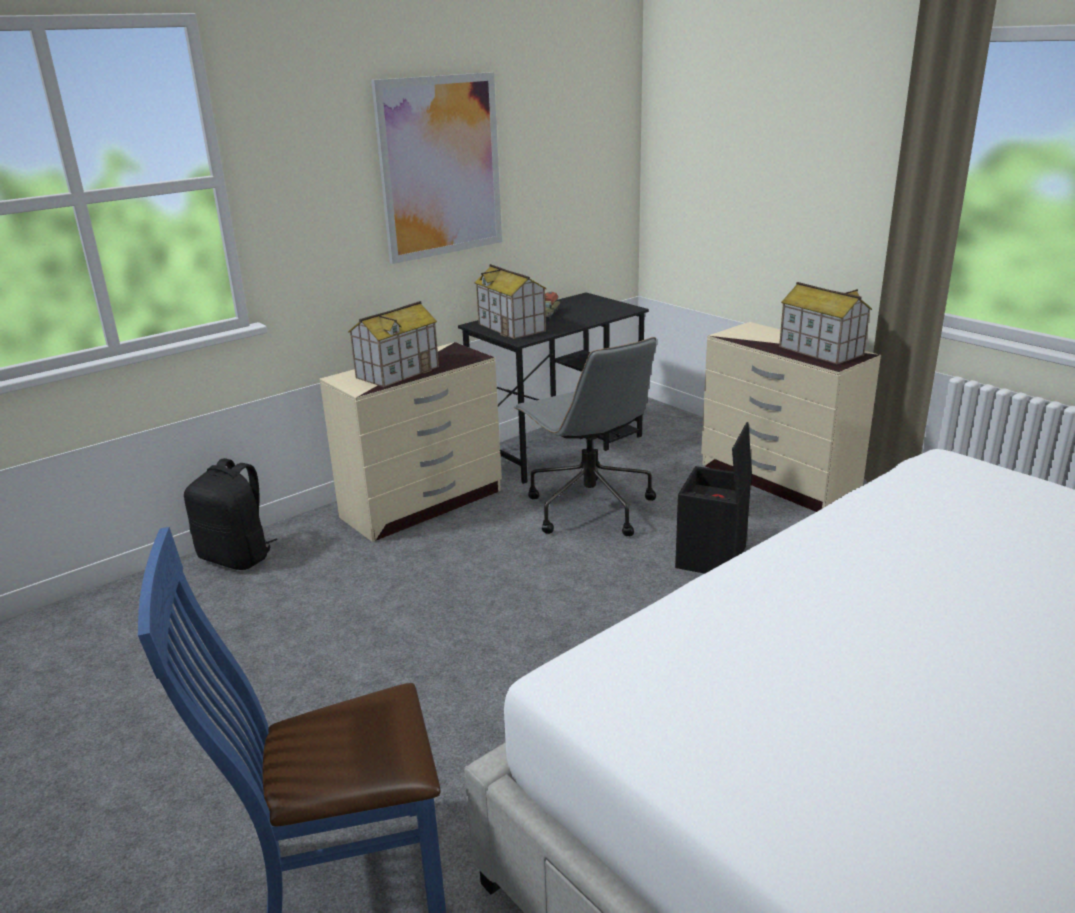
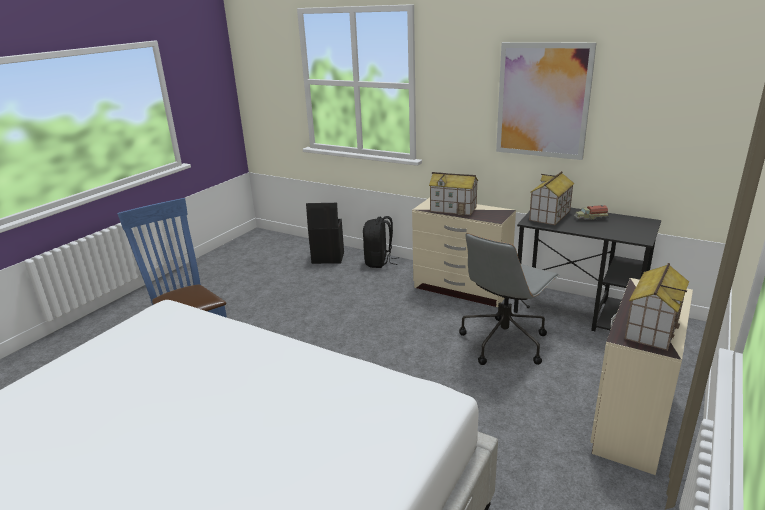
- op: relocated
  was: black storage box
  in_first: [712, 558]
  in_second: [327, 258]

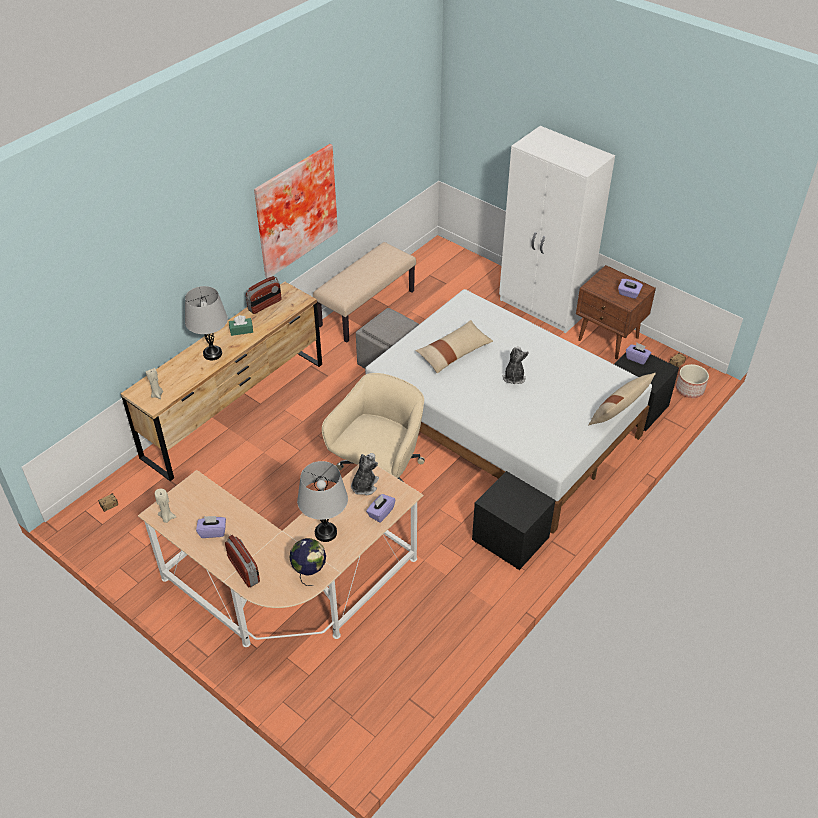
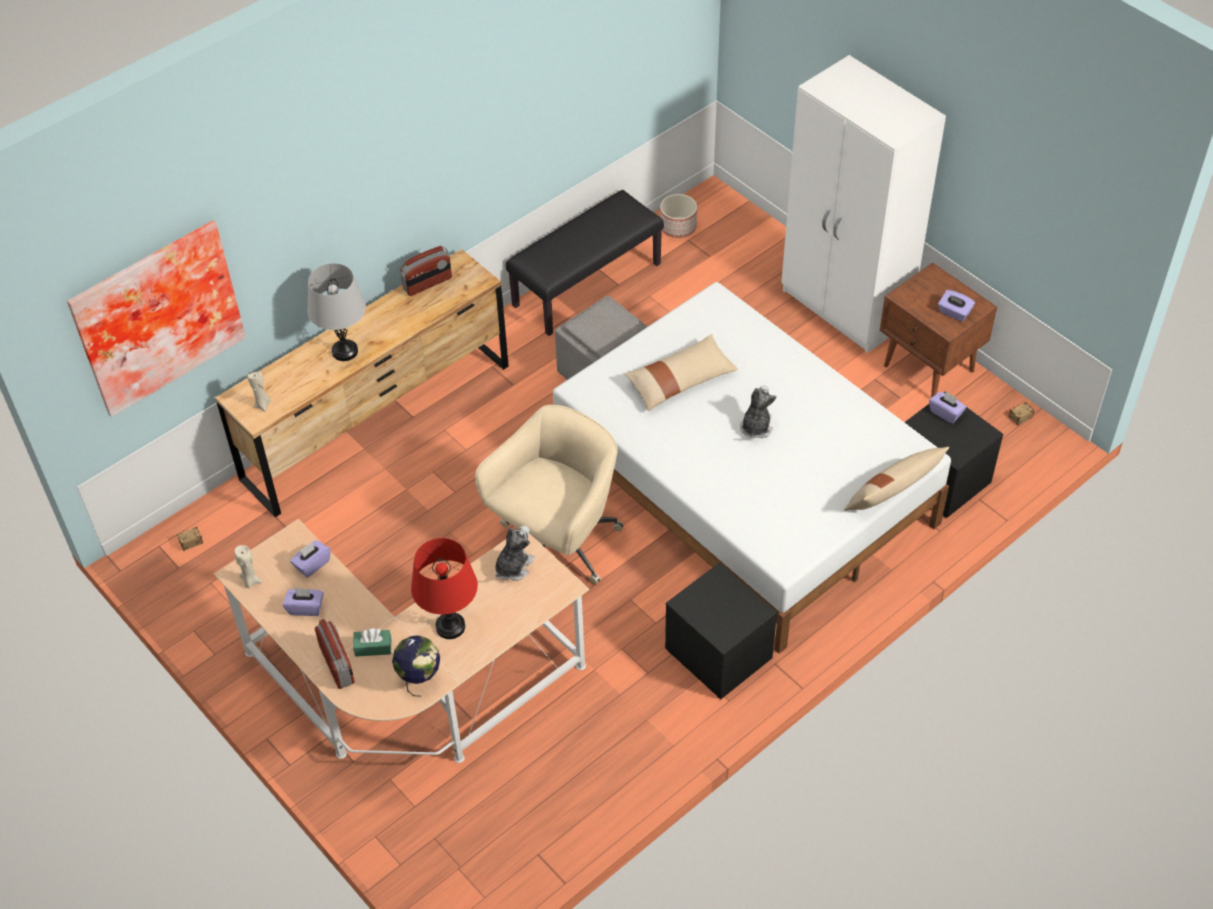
- op: relocated
  was: green tissue box
  in_first: [241, 330]
  in_second: [373, 647]
- op: relocated
  was: picture
  in_first: [294, 209]
  in_second: [156, 315]
- op: colour
  was: grey table lamp
  now: red table lamp
  in_first: [325, 533]
  in_second: [450, 627]
- op: colour
  was: beige bench
  now: black bench
  in_first: [366, 308]
  in_second: [586, 284]
- op: relocated
  was: purple tissue box
  in_first: [380, 513]
  in_second: [312, 564]
- op: relocated
  was: planter
  in_first: [690, 389]
  in_second: [678, 227]

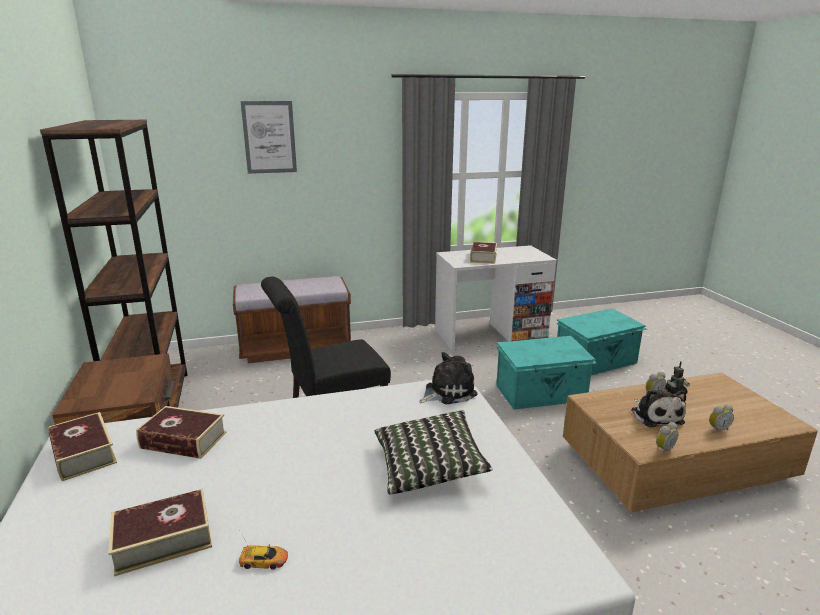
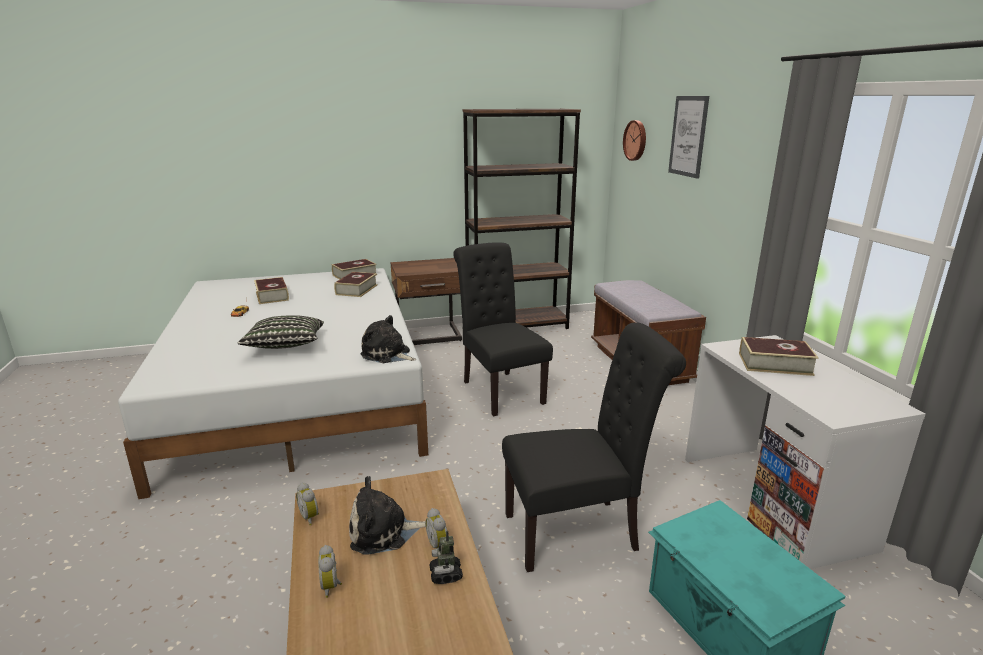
- op: spun
  was: plush toy
  in_first: [447, 392]
  in_second: [387, 354]
  clockwise: 150
- op: exchanged
  was: turquoise storage box
  now: black chair
  in_first: [541, 393]
  in_second: [579, 531]
- op: appeared
  now: wall clock
  in_second: [636, 140]

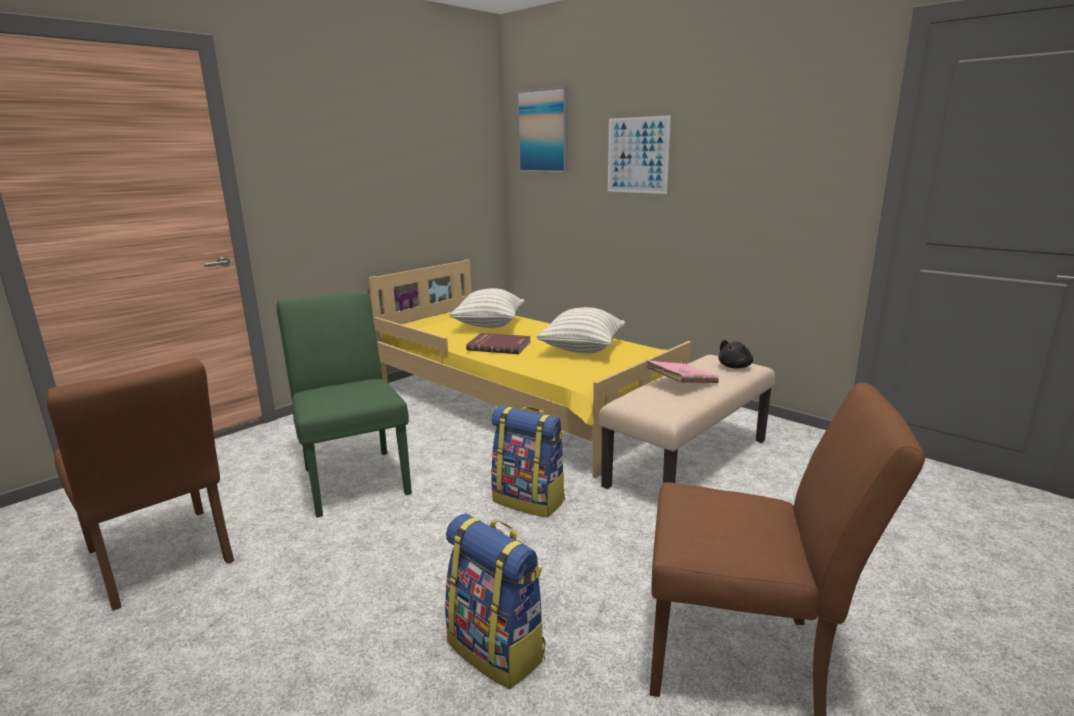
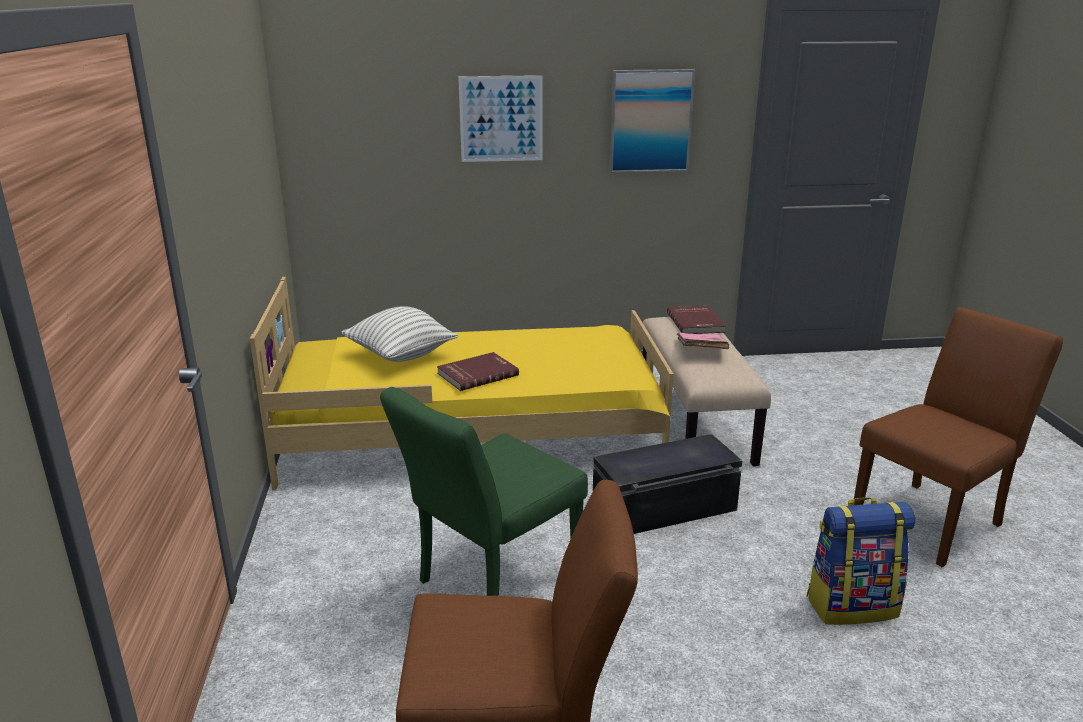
- op: spun
  was: green chair
  in_first: [354, 476]
  in_second: [490, 582]
  clockwise: -60
- op: exchanged
  was: backpack
  now: black storage box
  in_first: [530, 500]
  in_second: [665, 509]
- op: relocated
  was: picture
  in_first: [544, 131]
  in_second: [650, 121]
- op: missing
  was: pillow
  in_first: [582, 350]
- op: exchanged
  was: black plush toy
  now: red book
  in_first: [735, 366]
  in_second: [696, 322]

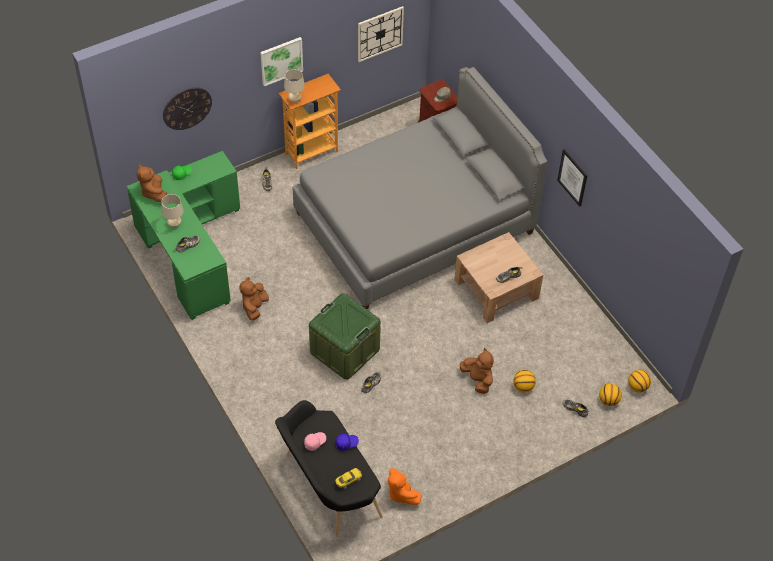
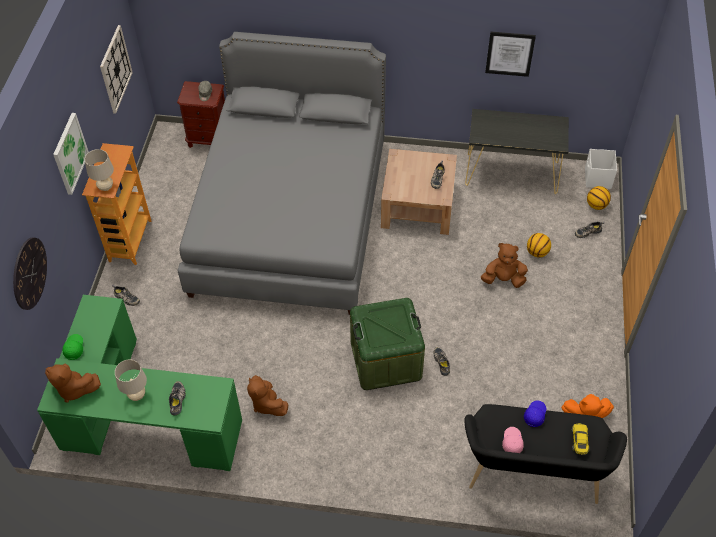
- op: relocated
  was: picture
  in_first: [572, 177]
  in_second: [509, 53]
- op: exchanged
  was: basketball
  now: white storage box
  in_first: [637, 387]
  in_second: [597, 179]
- op: appeared
  now: black console table
  in_second: [512, 173]

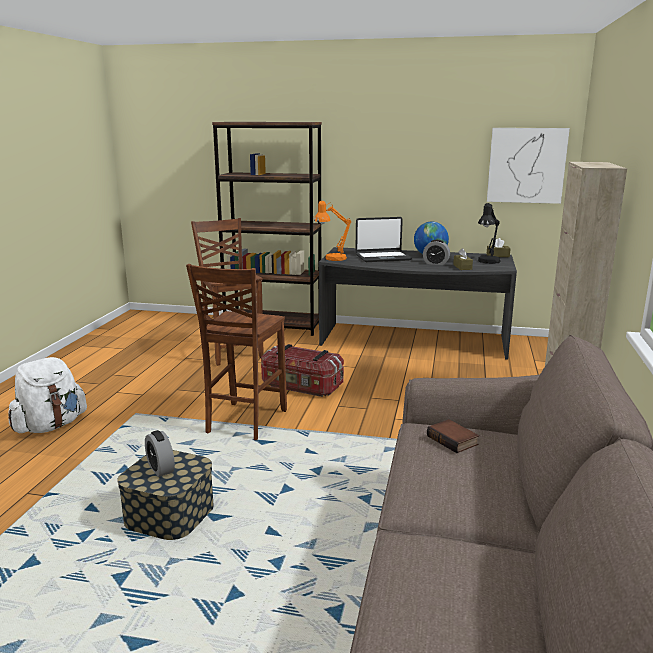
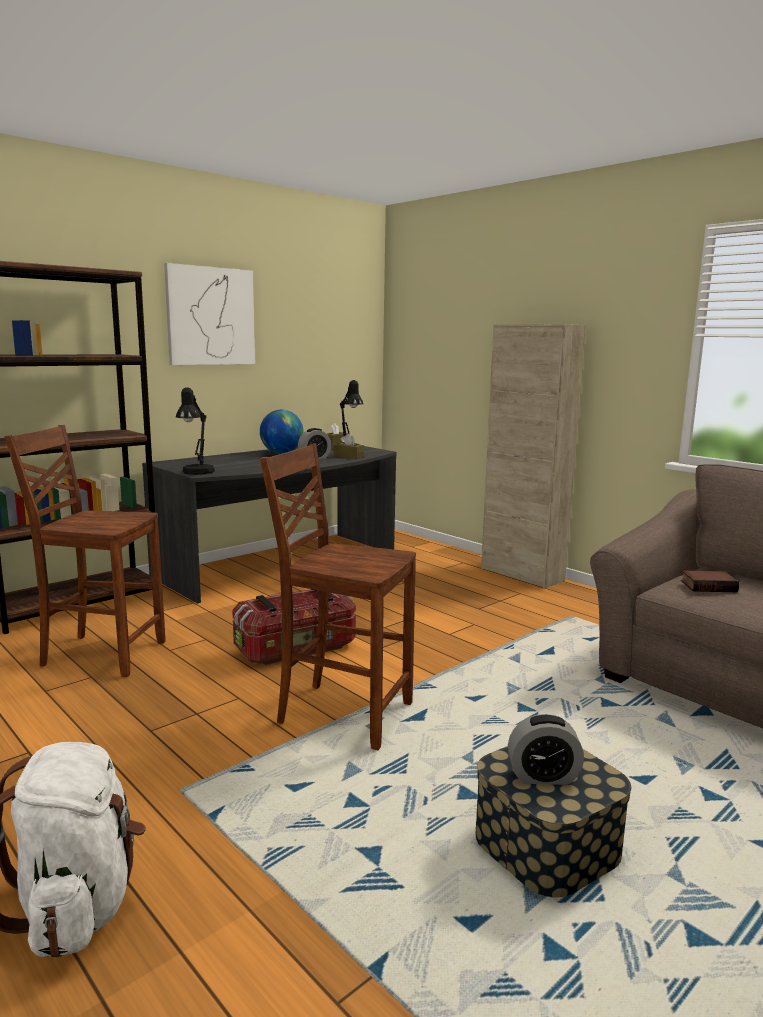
- op: spun
  was: brown chair
  in_first: [244, 422]
  in_second: [342, 713]
  clockwise: 150
- op: colour
  was: orange table lamp
  now: black table lamp
  in_first: [331, 259]
  in_second: [196, 473]
- op: missing
  was: laptop
  in_first: [382, 257]
- op: relocated
  was: picture
  in_first: [526, 165]
  in_second: [210, 316]

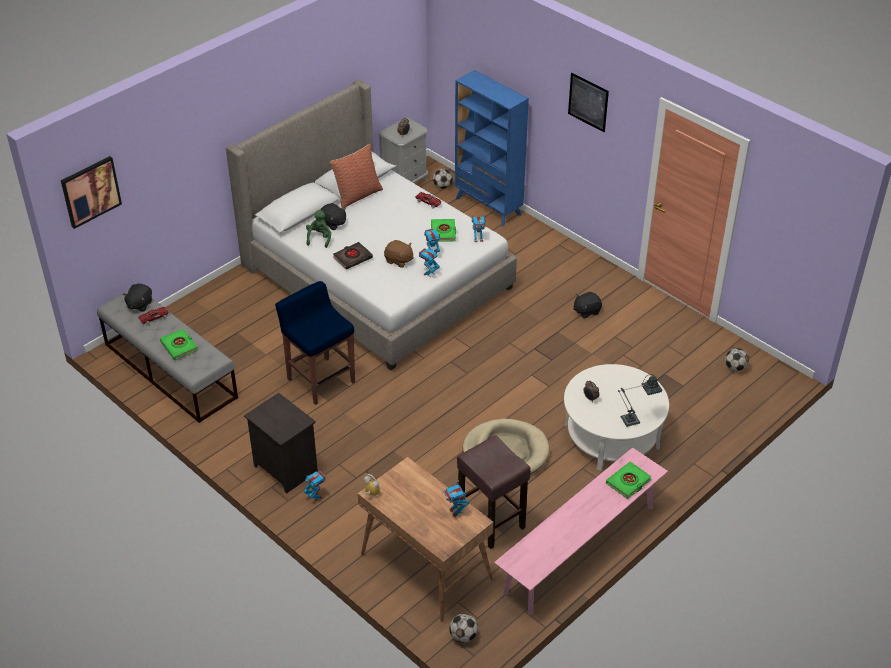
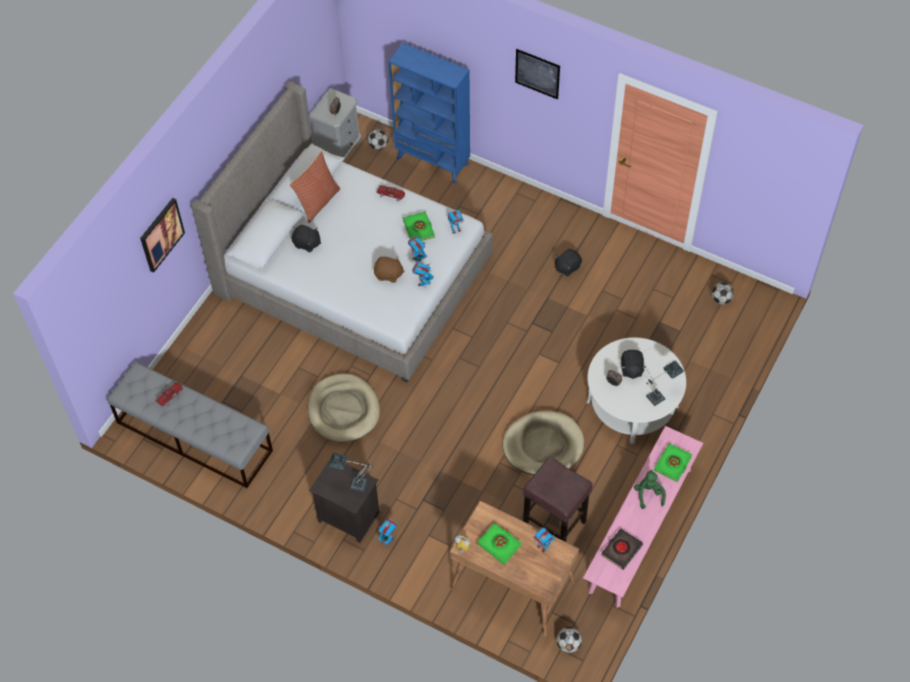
- op: relocated
  was: picture
  in_first: [90, 191]
  in_second: [161, 234]
- op: relocated
  was: black plush toy
  in_first: [139, 304]
  in_second: [631, 369]
- op: relocated
  was: green book
  in_first: [179, 346]
  in_second: [499, 544]
- op: exchanged
  was: blue stool
  now: beige dog bed
  in_first: [320, 380]
  in_second: [343, 410]
- op: relocated
  was: green plush toy
  in_first: [319, 238]
  in_second: [648, 494]
- op: relocated
  was: black book
  in_first: [352, 258]
  in_second: [621, 550]
- op: appeared
  now: table lamp
  in_second: [354, 483]

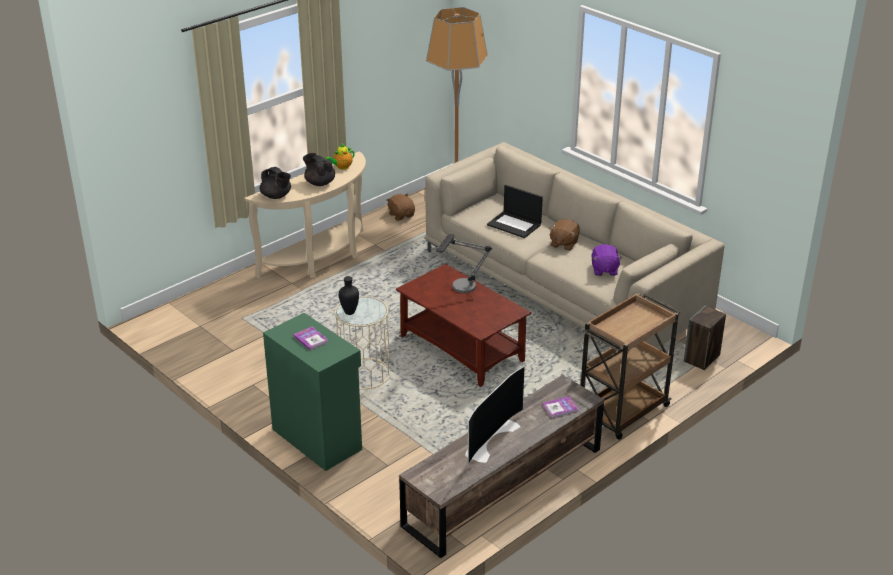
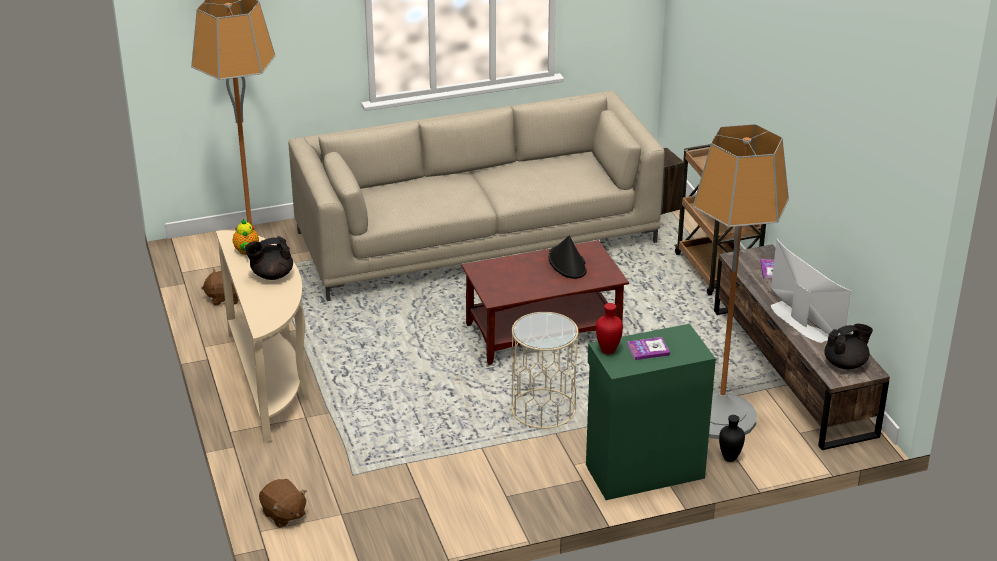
- op: relocated
  was: black teapot
  in_first: [276, 196]
  in_second: [846, 364]
- op: relocated
  was: black vase
  in_first: [349, 312]
  in_second: [729, 458]
- op: missing
  was: table lamp
  in_first: [460, 290]
- op: missing
  was: laptop
  in_first: [515, 225]
- op: relocated
  was: brown plush toy
  in_first: [563, 244]
  in_second: [283, 514]
- op: missing
  was: purple plush toy
  in_first: [604, 270]
- op: appeared
  now: black hat
  in_second: [567, 263]
- op: appeared
  now: red vase
  in_second: [607, 351]
- op: appeared
  now: floor lamp
  in_second: [720, 417]

